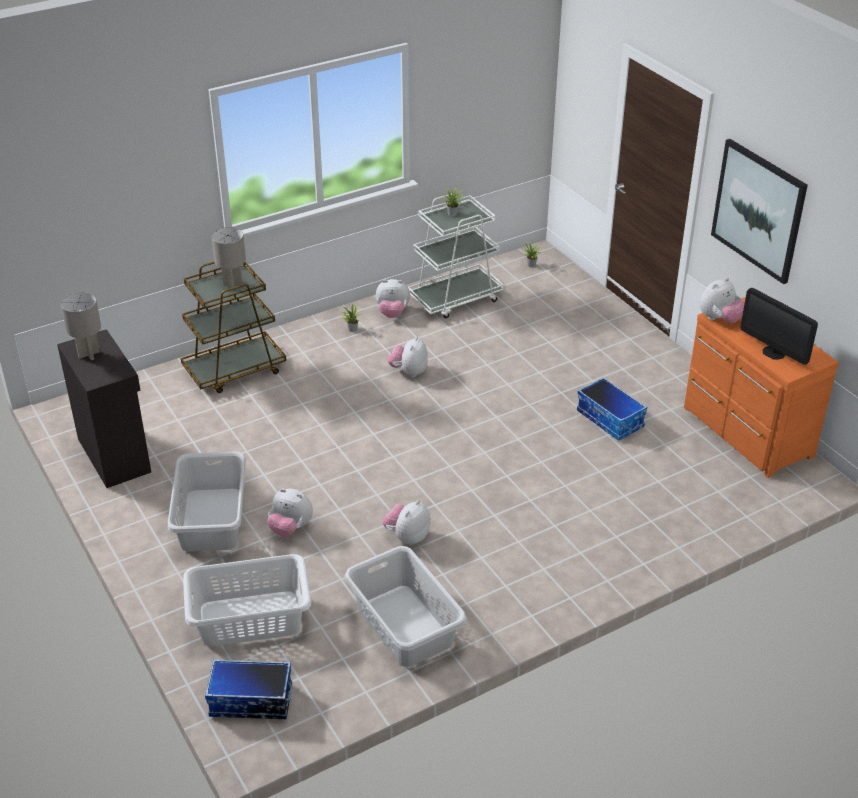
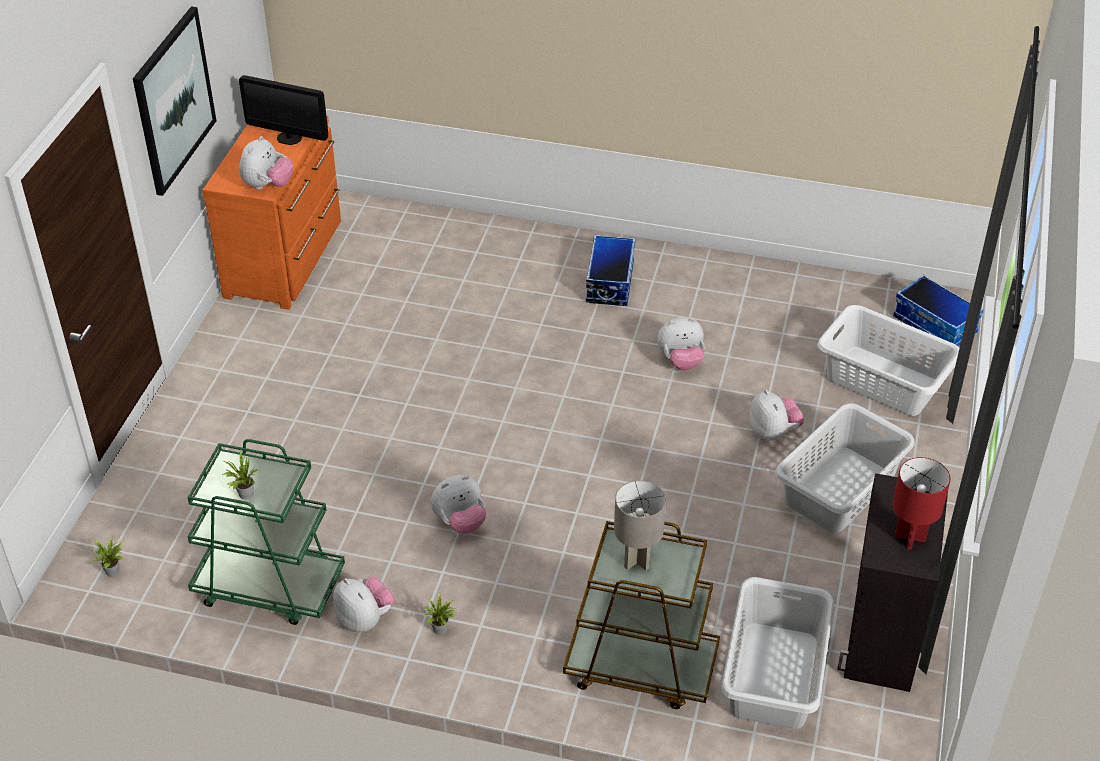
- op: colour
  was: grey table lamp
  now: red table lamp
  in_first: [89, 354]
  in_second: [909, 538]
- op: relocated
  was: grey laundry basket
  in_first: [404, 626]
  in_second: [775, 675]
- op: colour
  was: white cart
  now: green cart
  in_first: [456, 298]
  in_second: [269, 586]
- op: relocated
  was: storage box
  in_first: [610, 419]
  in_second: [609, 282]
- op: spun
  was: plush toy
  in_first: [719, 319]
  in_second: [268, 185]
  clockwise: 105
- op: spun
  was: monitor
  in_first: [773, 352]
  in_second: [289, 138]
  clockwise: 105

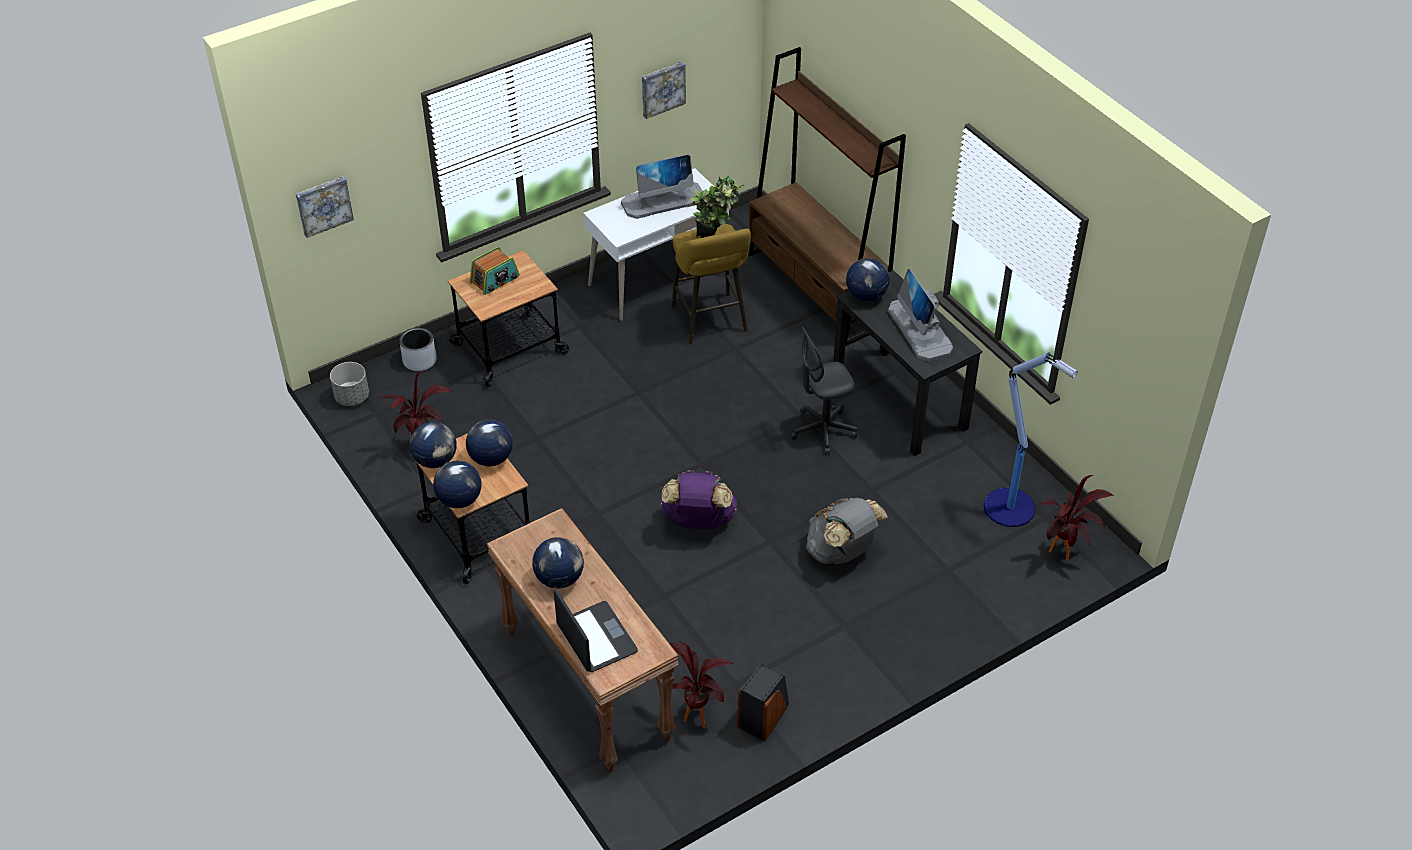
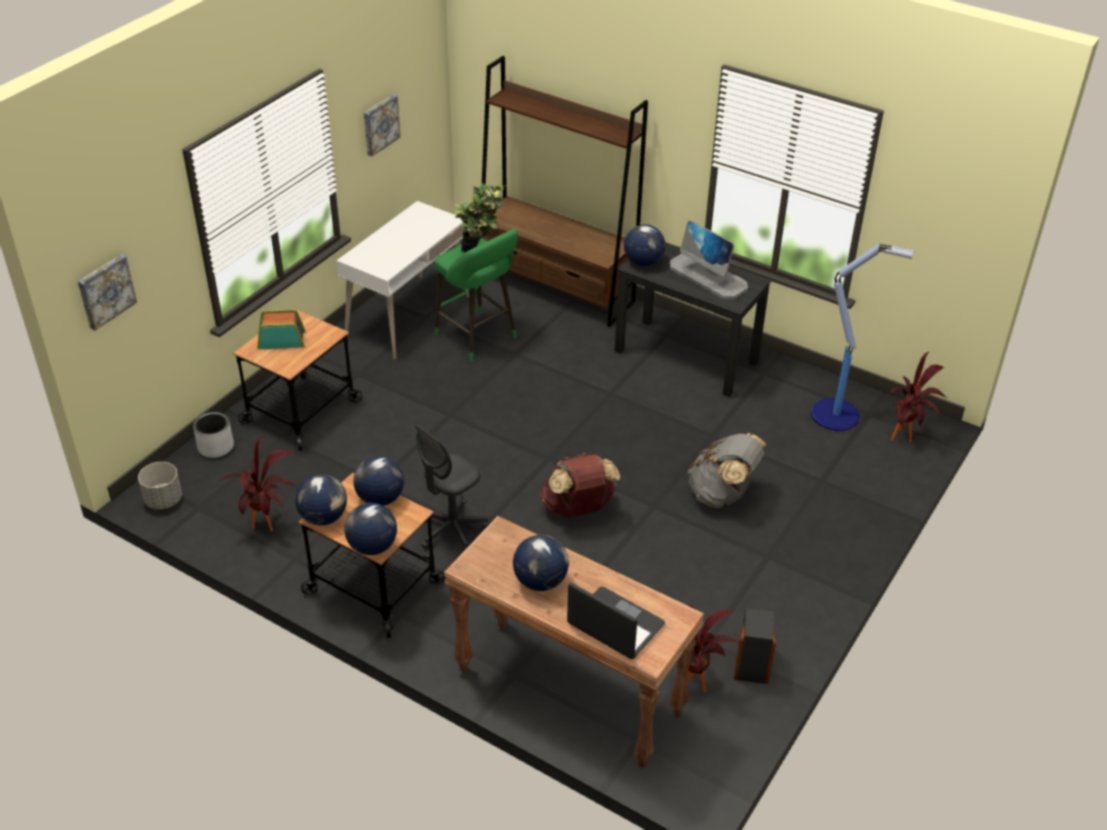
- op: spun
  was: radio
  in_first: [495, 280]
  in_second: [281, 340]
  clockwise: -120
- op: missing
  was: monitor
  in_first: [663, 200]
- op: colour
  was: purple backpack
  now: brown backpack
  in_first: [698, 521]
  in_second: [578, 509]
- op: colour
  was: yellow stool
  now: green stool
  in_first: [710, 322]
  in_second: [478, 338]
- op: relocated
  was: grey office chair
  in_first: [823, 430]
  in_second: [452, 530]

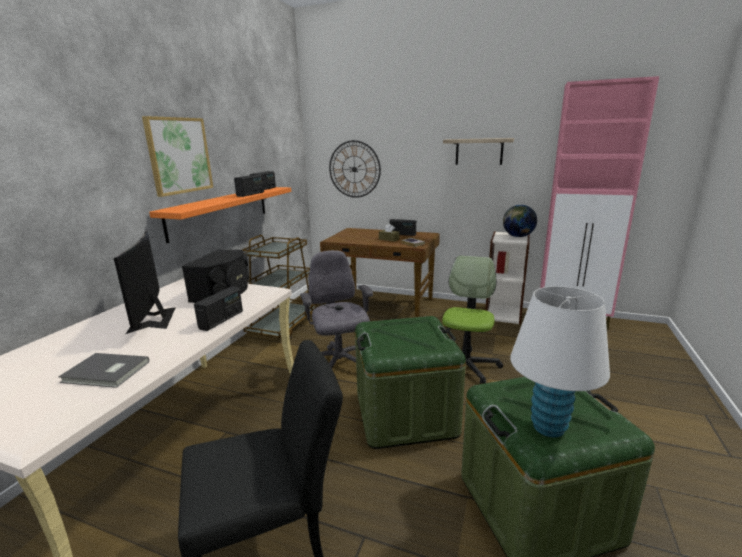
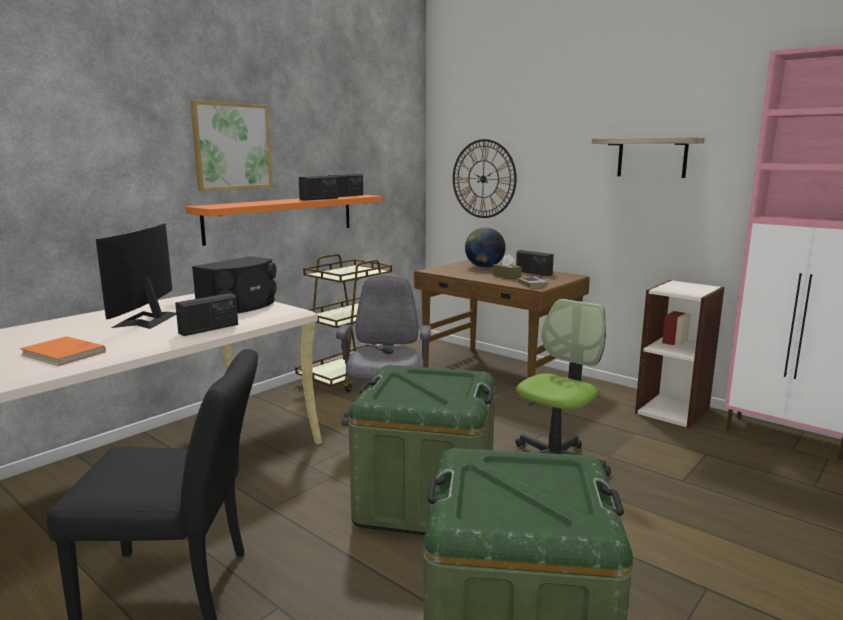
- op: colour
  was: grey book
  now: orange book
  in_first: [106, 373]
  in_second: [62, 354]
- op: relocated
  was: globe
  in_first: [518, 236]
  in_second: [484, 267]
- op: missing
  was: white table lamp
  in_first: [548, 427]

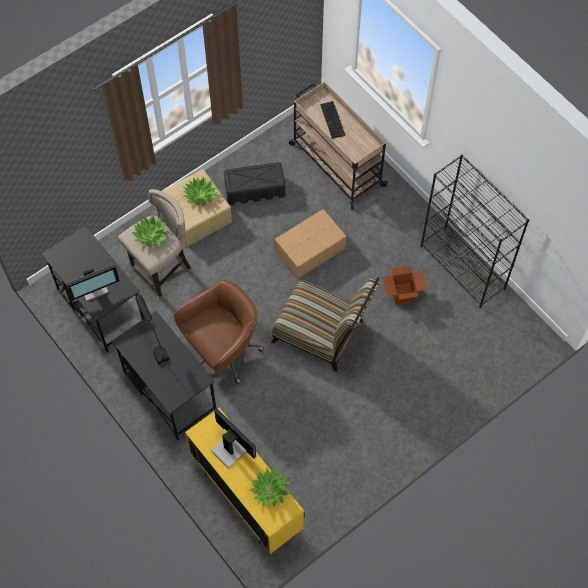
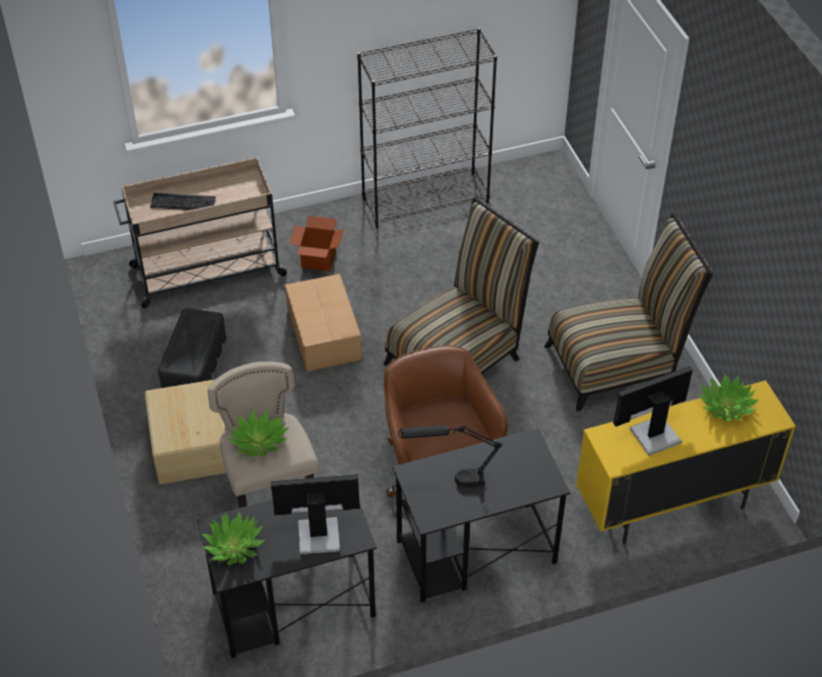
- op: spun
  was: monitor
  in_first: [94, 288]
  in_second: [318, 534]
  clockwise: -90
- op: relocated
  was: potted plant
  in_first: [200, 195]
  in_second: [234, 545]
- op: relocated
  was: cardboard box
  in_first: [403, 294]
  in_second: [318, 260]
- op: appeared
  now: chair
  in_second: [617, 364]

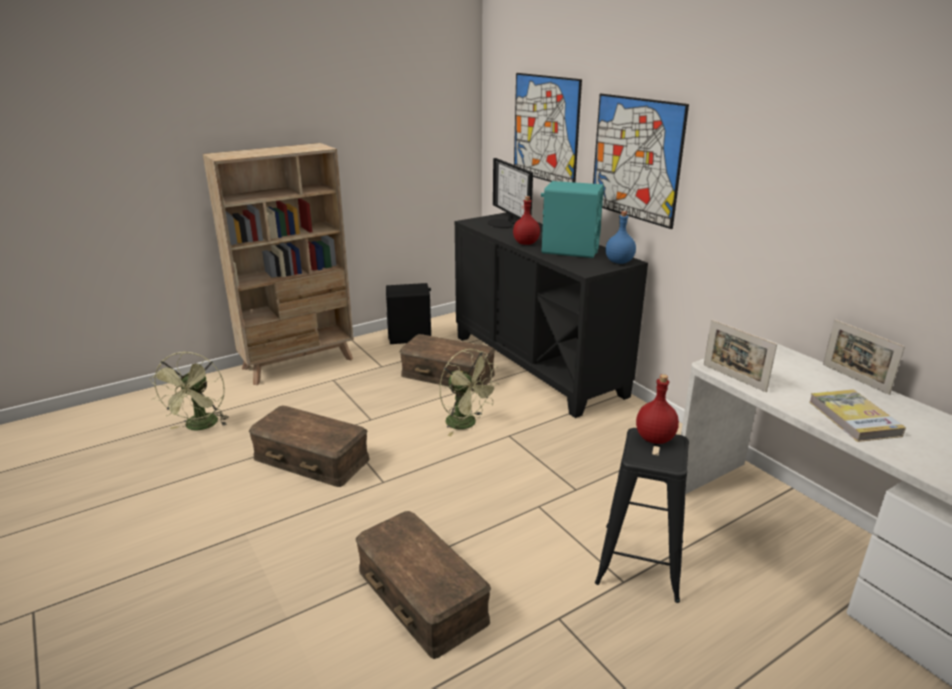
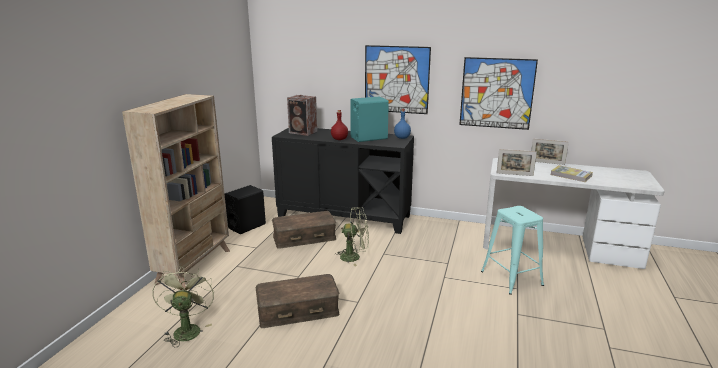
- op: spun
  was: green fan
  in_first: [200, 427]
  in_second: [187, 329]
  clockwise: -150
- op: missing
  was: brown storage box
  in_first: [423, 595]
- op: exchanged
  was: monitor
  now: speaker
  in_first: [503, 223]
  in_second: [303, 132]
- op: relocated
  was: picture
  in_first: [545, 129]
  in_second: [496, 93]
- op: colour
  was: black stool
  now: turquoise stool
  in_first: [640, 561]
  in_second: [511, 278]
- op: missing
  was: red bottle
  in_first: [655, 439]

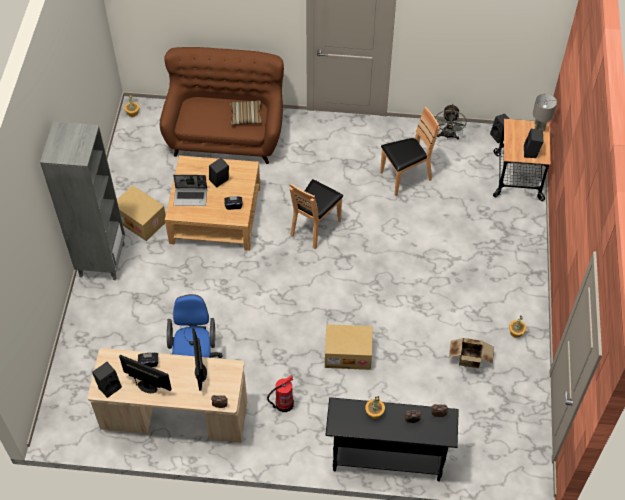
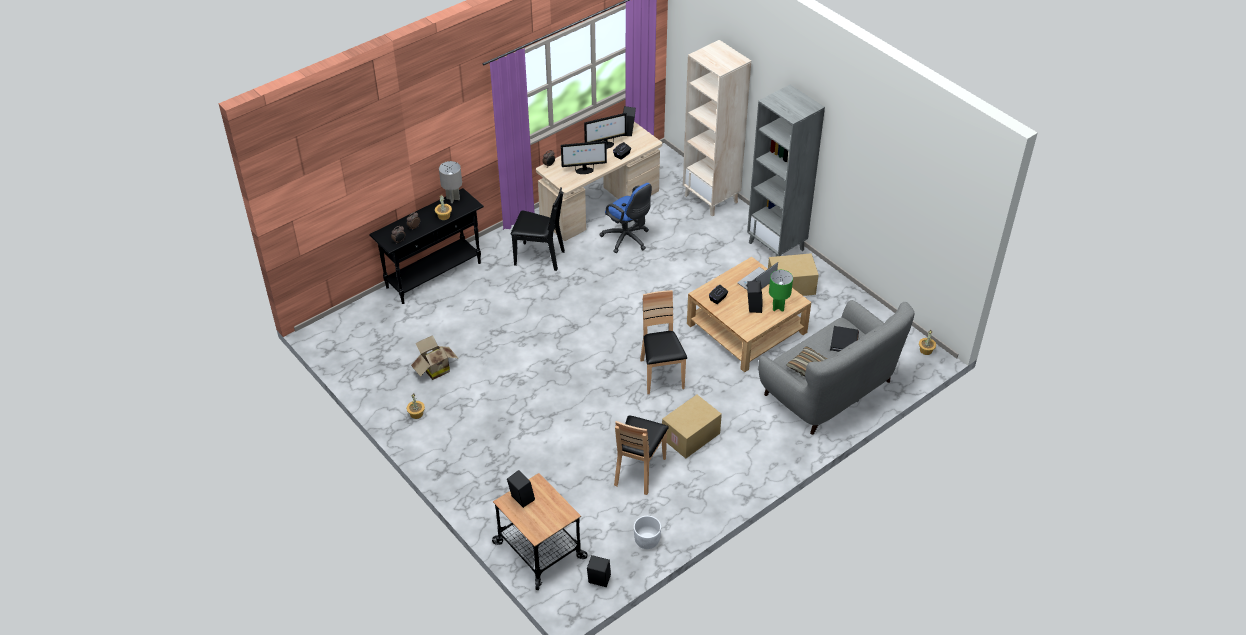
- op: colour
  was: brown sofa
  now: grey sofa
  in_first: [226, 135]
  in_second: [829, 390]
- op: spun
  was: monitor
  in_first: [200, 372]
  in_second: [584, 171]
  clockwise: 135
- op: exchanged
  was: fire extinguisher
  now: black chair
  in_first: [283, 404]
  in_second: [539, 257]
- op: relocated
  was: cardboard box
  in_first: [348, 353]
  in_second: [691, 436]
- op: exchanged
  was: grey fan
  now: white planter
  in_first: [448, 136]
  in_second: [647, 541]
- op: relocated
  was: grey table lamp
  in_first: [539, 127]
  in_second: [453, 198]
- op: appeared
  now: beige bookcase
  in_second: [711, 199]
- op: appeared
  now: green table lamp
  in_second: [778, 307]
- op: appeared
  now: black book
  in_second: [844, 341]

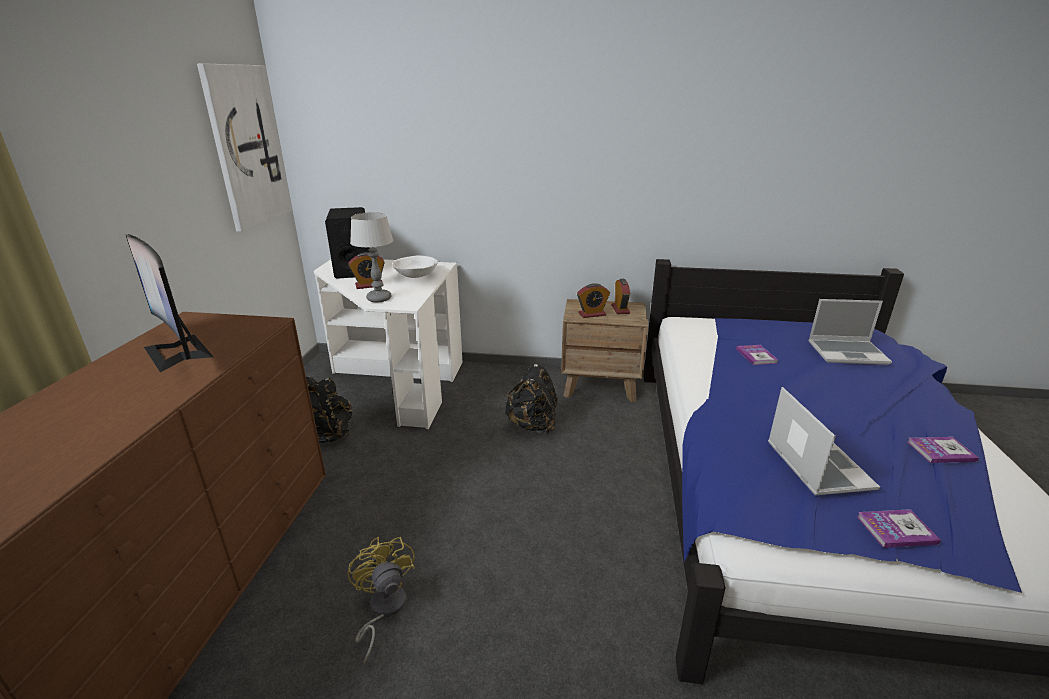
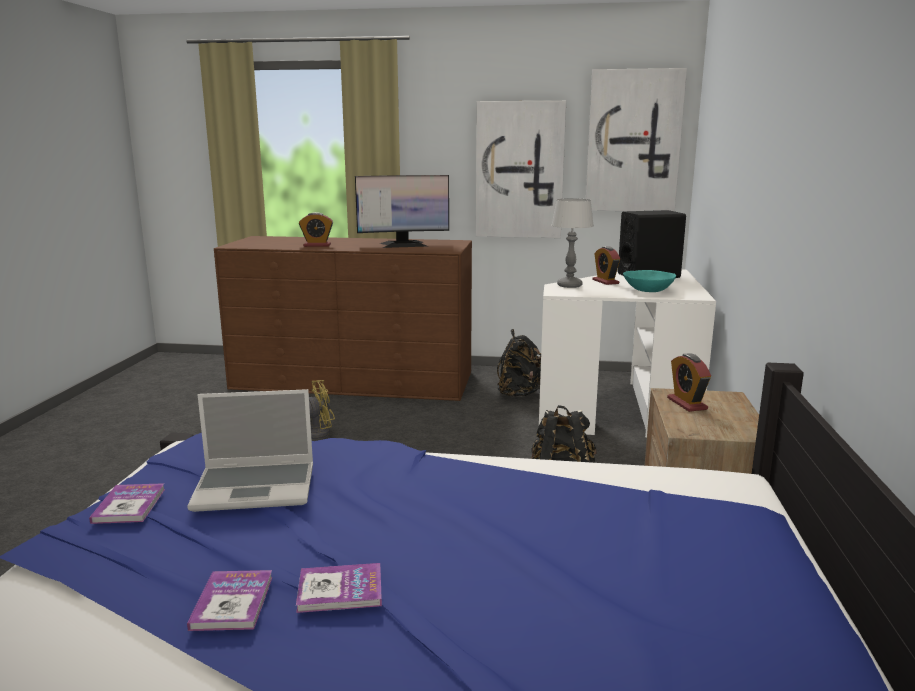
- op: spun
  was: monitor
  in_first: [178, 352]
  in_second: [403, 244]
  clockwise: -150
- op: colour
  was: white bowl
  now: turquoise bowl
  in_first: [415, 276]
  in_second: [648, 291]
- op: relocated
  was: alarm clock
  in_first: [620, 309]
  in_second: [317, 245]
- op: relocated
  was: book
  in_first: [756, 356]
  in_second: [340, 590]
- op: missing
  was: laptop
  in_first: [847, 353]
- op: appeared
  now: picture
  in_second: [519, 170]

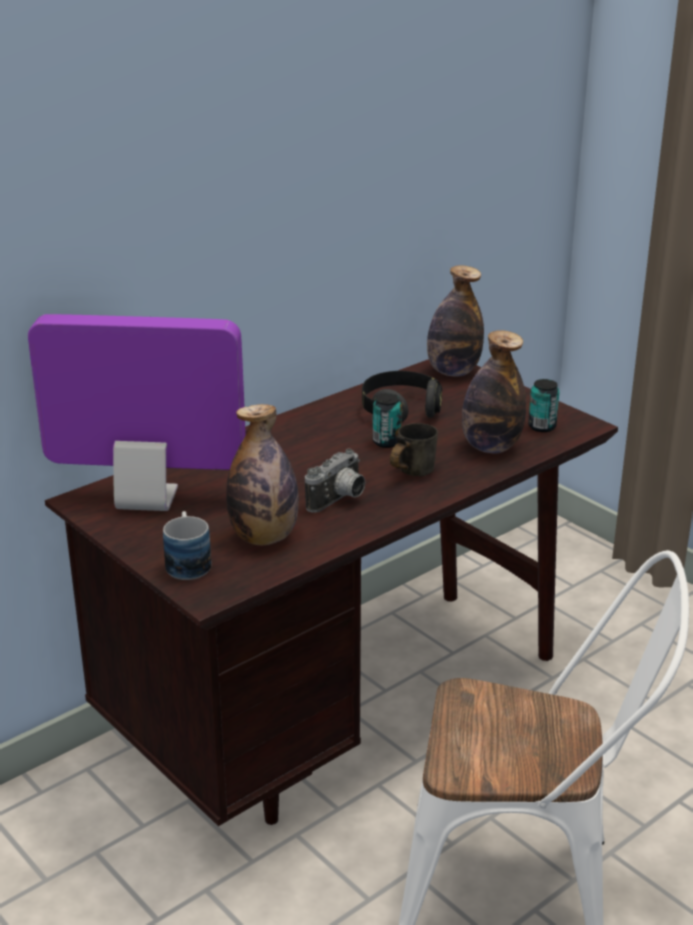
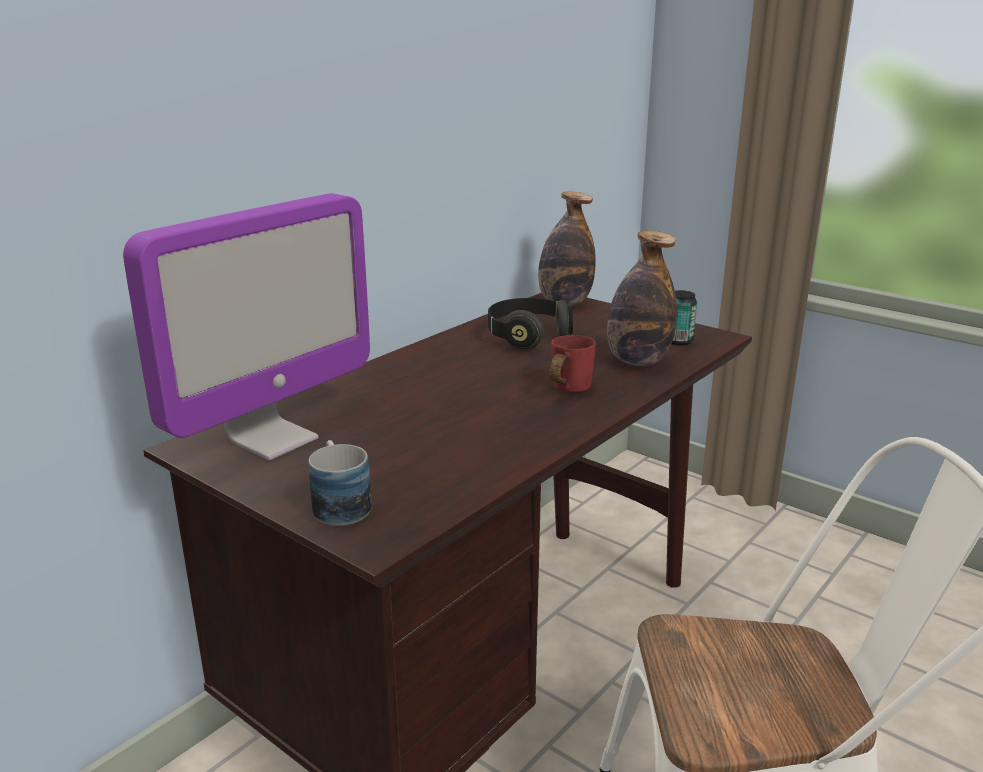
- op: spun
  was: monitor
  in_first: [147, 500]
  in_second: [272, 439]
  clockwise: 135
- op: missing
  was: bottle
  in_first: [264, 537]
- op: missing
  was: photo camera
  in_first: [340, 500]
- op: missing
  was: can
  in_first: [386, 442]
- op: colour
  was: grey mug
  now: red mug
  in_first: [408, 473]
  in_second: [563, 390]

